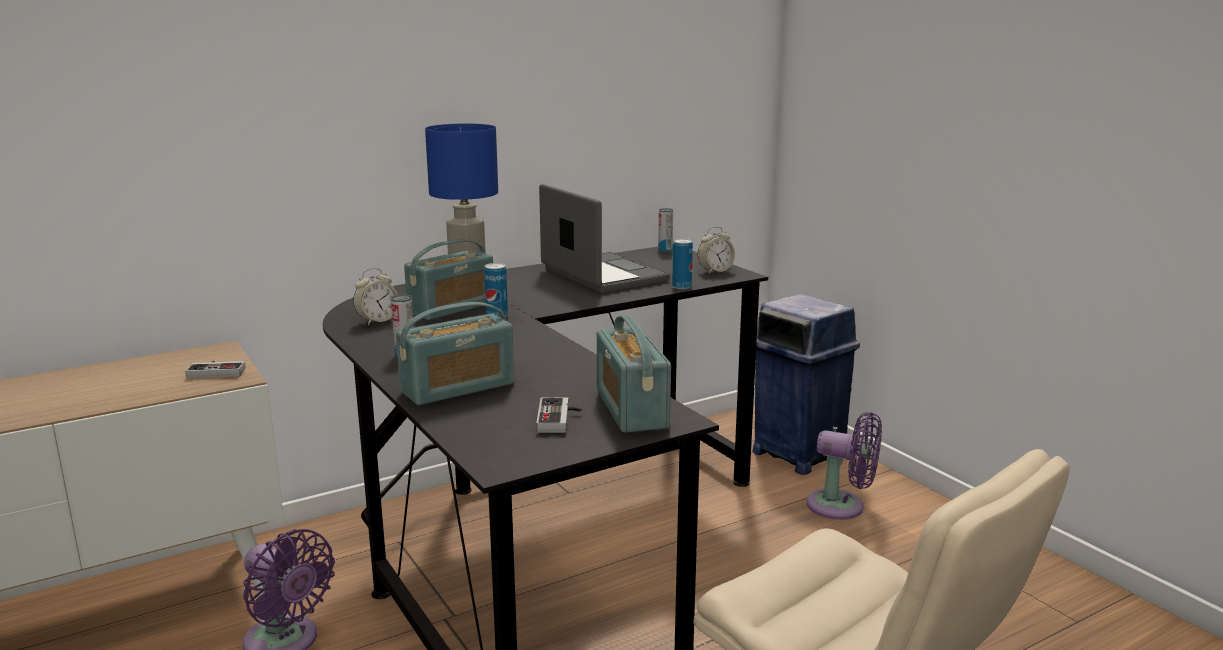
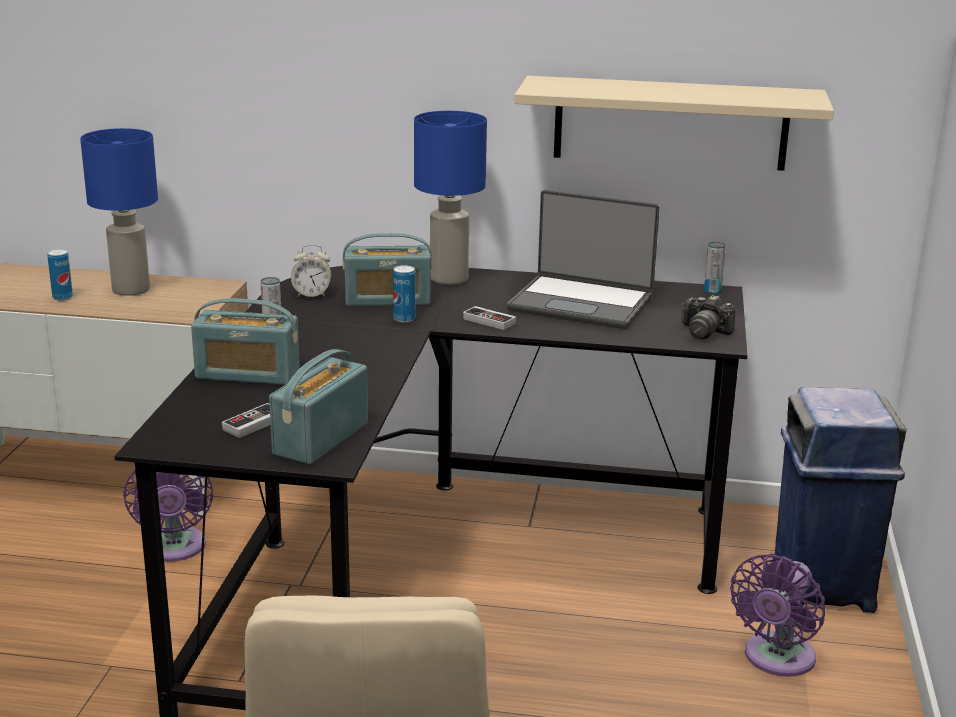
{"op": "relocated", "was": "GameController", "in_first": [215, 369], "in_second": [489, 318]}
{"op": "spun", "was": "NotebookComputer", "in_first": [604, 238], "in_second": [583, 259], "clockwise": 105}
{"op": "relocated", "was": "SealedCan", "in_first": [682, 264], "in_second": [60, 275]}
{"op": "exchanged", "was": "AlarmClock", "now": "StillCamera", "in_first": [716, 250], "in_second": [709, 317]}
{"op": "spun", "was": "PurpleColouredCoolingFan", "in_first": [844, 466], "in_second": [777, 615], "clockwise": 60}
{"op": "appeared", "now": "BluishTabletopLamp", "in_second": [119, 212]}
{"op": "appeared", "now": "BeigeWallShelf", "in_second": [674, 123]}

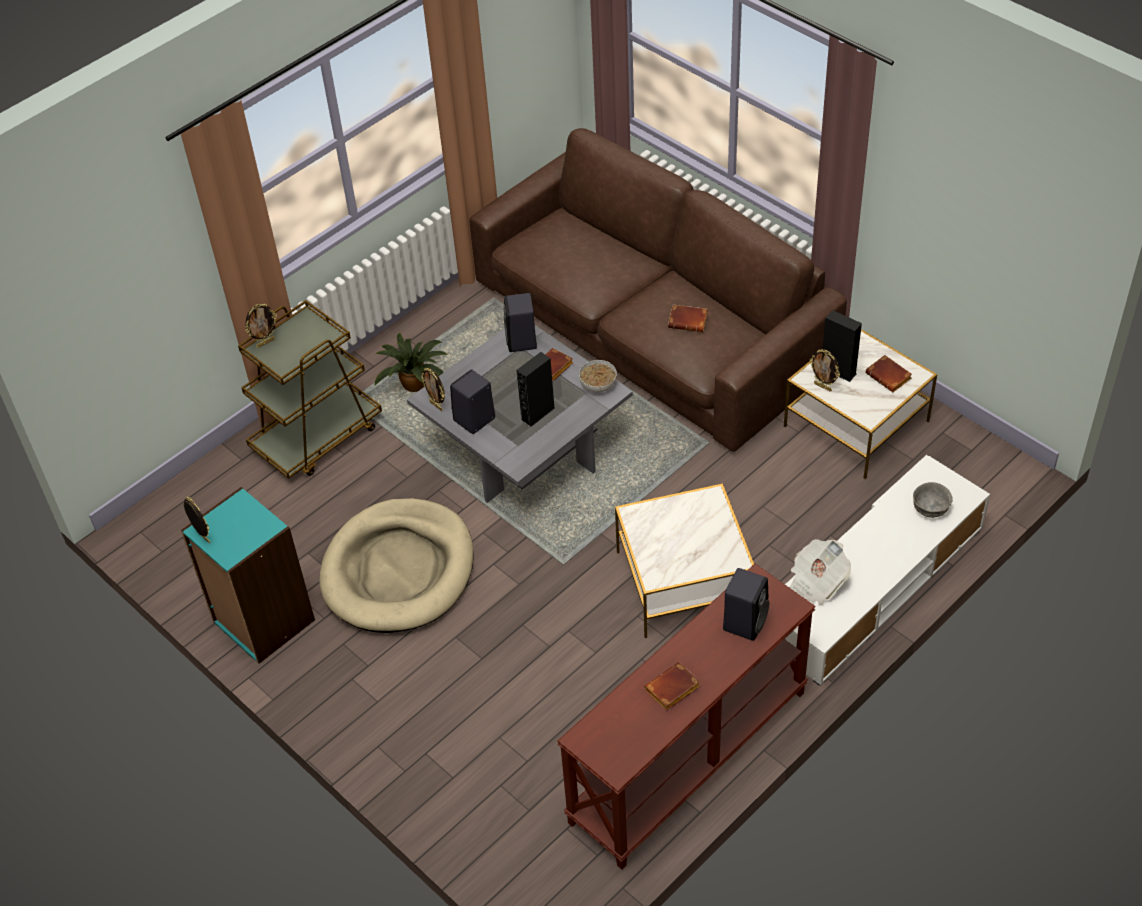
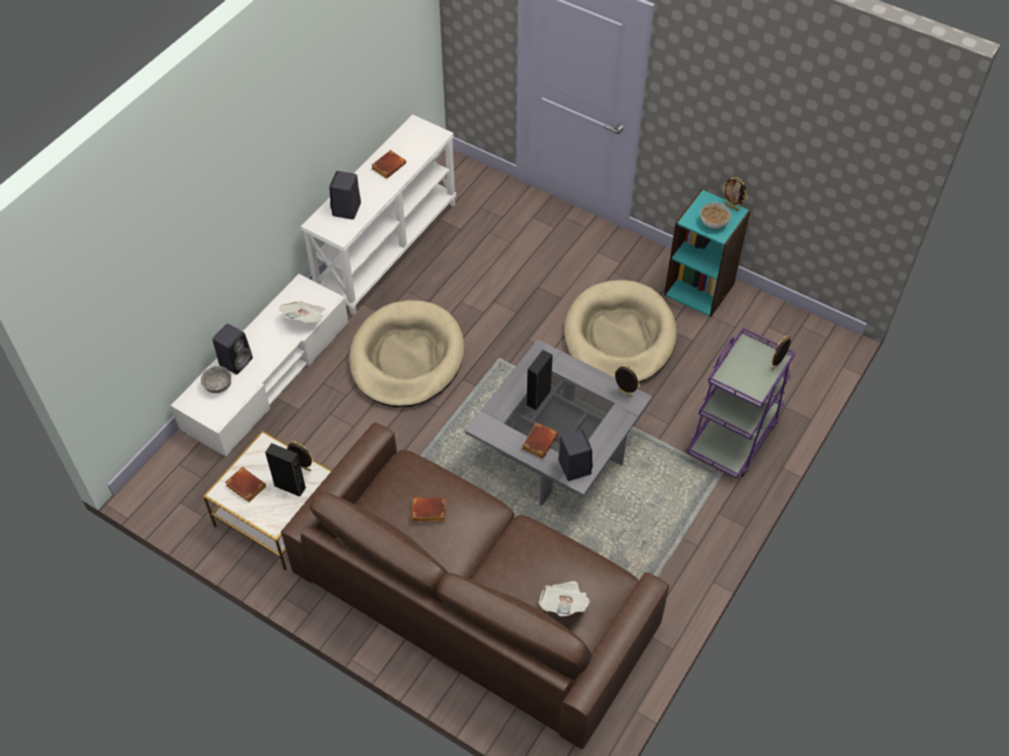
{"op": "colour", "was": "BrownColouredWheeledCart", "now": "PurpleColouredWheeledCart", "in_first": [310, 389], "in_second": [741, 403]}
{"op": "missing", "was": "PottedPlant", "in_first": [411, 362]}
{"op": "relocated", "was": "BlackishLoudspeaker", "in_first": [472, 401], "in_second": [232, 349]}
{"op": "colour", "was": "BrownColouredConsoleTable", "now": "WhiteColouredConsoleTable", "in_first": [686, 717], "in_second": [378, 214]}
{"op": "relocated", "was": "DeepDish", "in_first": [598, 376], "in_second": [715, 215]}
{"op": "exchanged", "was": "EndTable", "now": "BeigeDogCushion", "in_first": [684, 560], "in_second": [406, 354]}
{"op": "appeared", "now": "Newspaper", "in_second": [564, 598]}

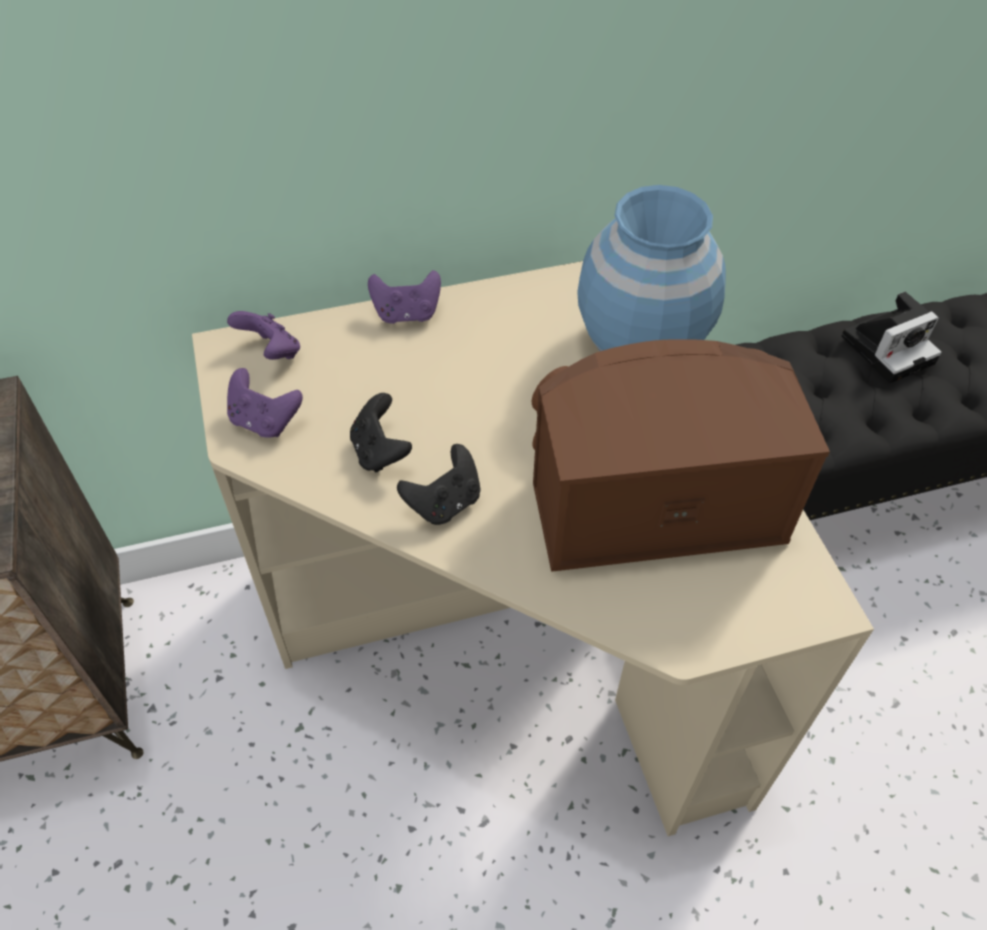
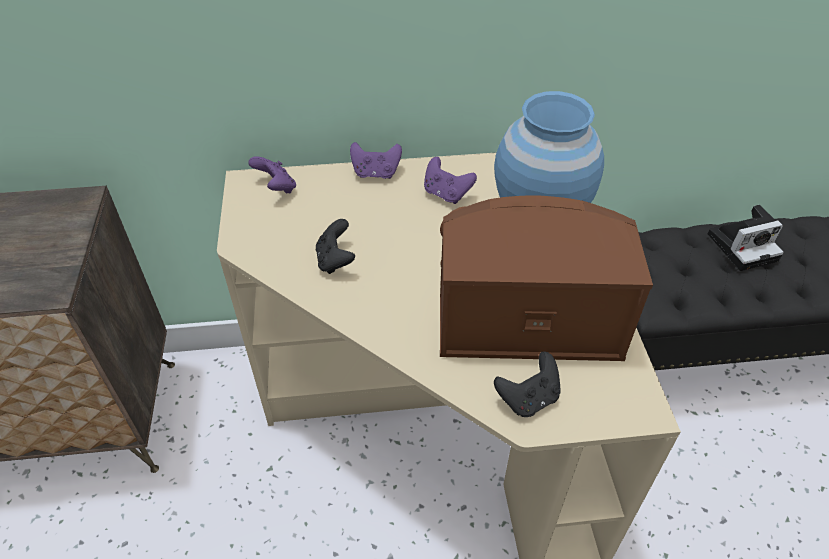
{"op": "relocated", "was": "PurpleColouredGameController", "in_first": [265, 403], "in_second": [450, 180]}
{"op": "relocated", "was": "BlackishGameController", "in_first": [439, 484], "in_second": [527, 384]}

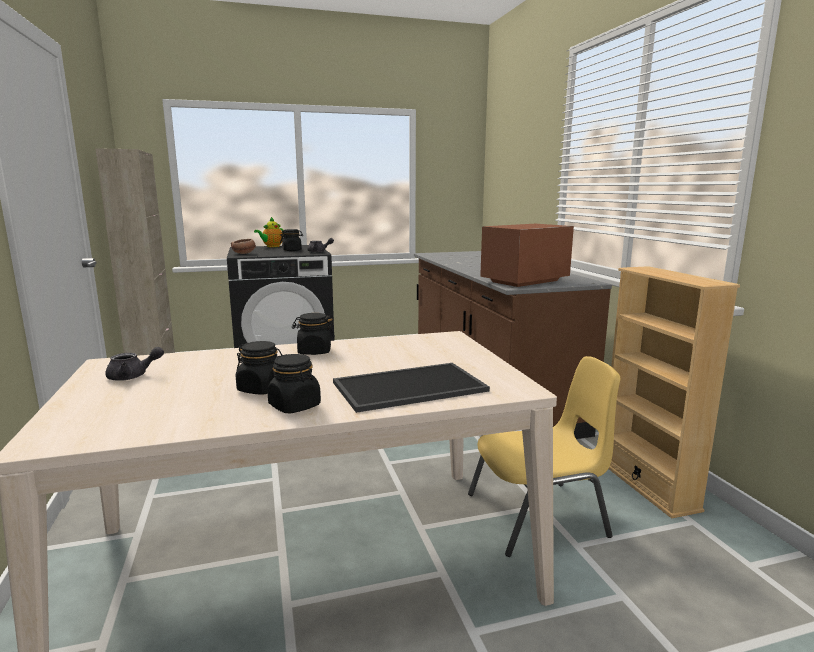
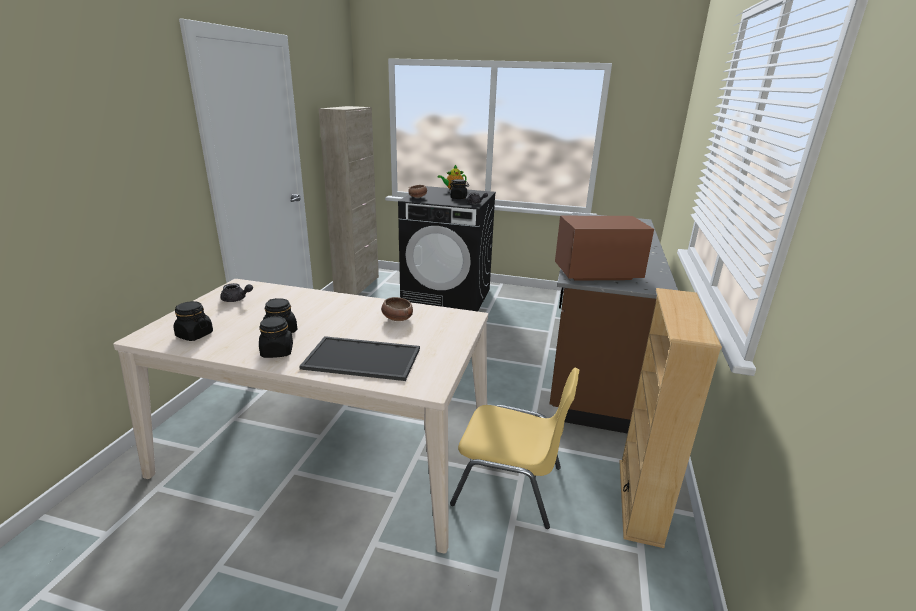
{"op": "relocated", "was": "BlackishStorageJar", "in_first": [313, 334], "in_second": [193, 321]}
{"op": "appeared", "now": "DeepDish", "in_second": [397, 309]}

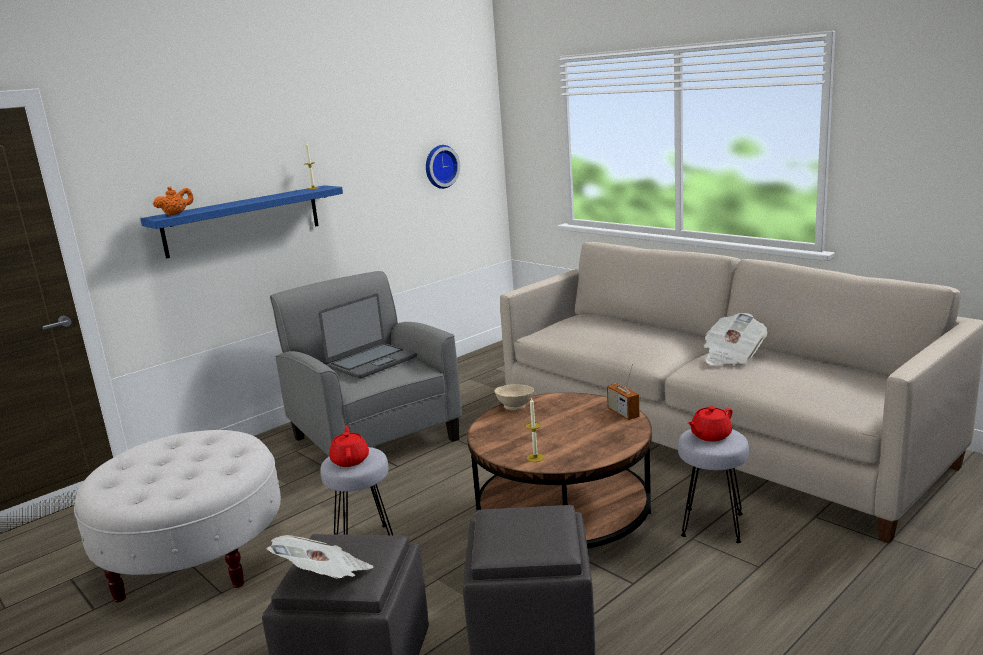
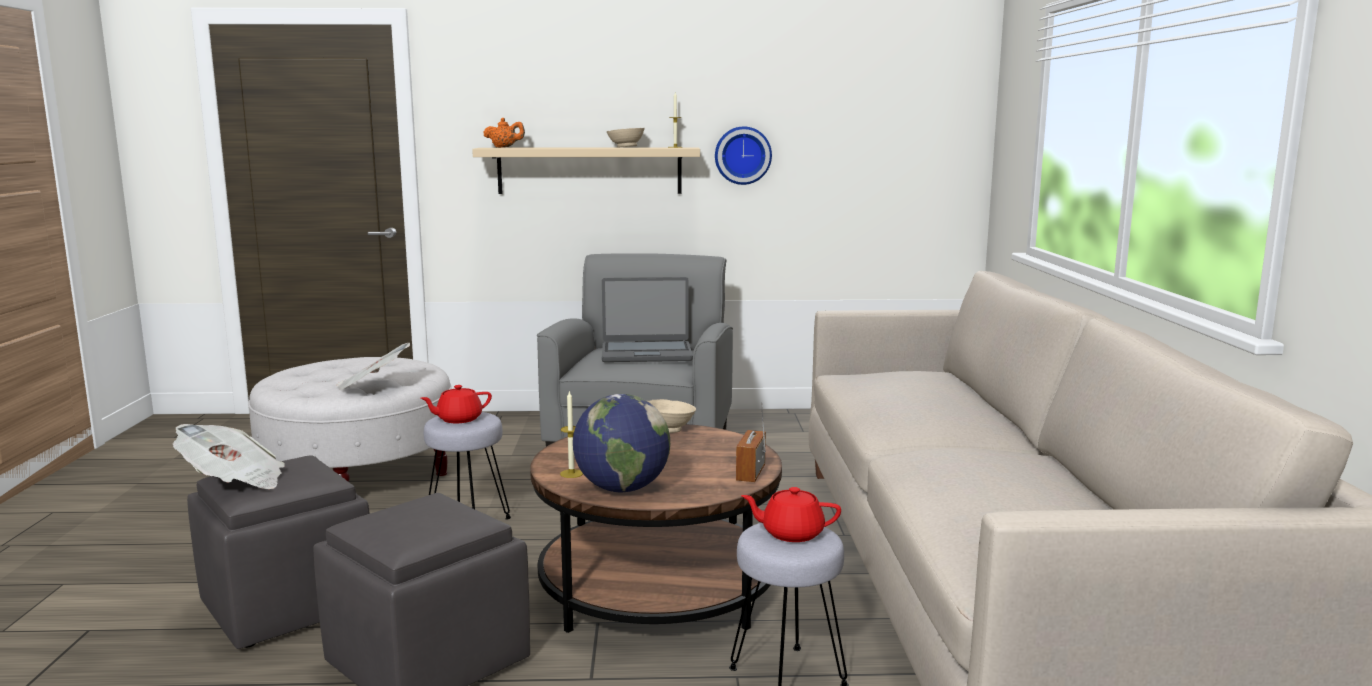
{"op": "colour", "was": "BluishWallShelf", "now": "BeigeWallShelf", "in_first": [241, 222], "in_second": [586, 170]}
{"op": "spun", "was": "ReddishTeaPot", "in_first": [349, 446], "in_second": [456, 404], "clockwise": -150}
{"op": "relocated", "was": "HangingClock", "in_first": [443, 167], "in_second": [743, 155]}
{"op": "relocated", "was": "Newspaper", "in_first": [735, 339], "in_second": [373, 367]}
{"op": "appeared", "now": "WorldGlobe", "in_second": [621, 443]}
{"op": "appeared", "now": "BeigeDeepDish", "in_second": [626, 138]}

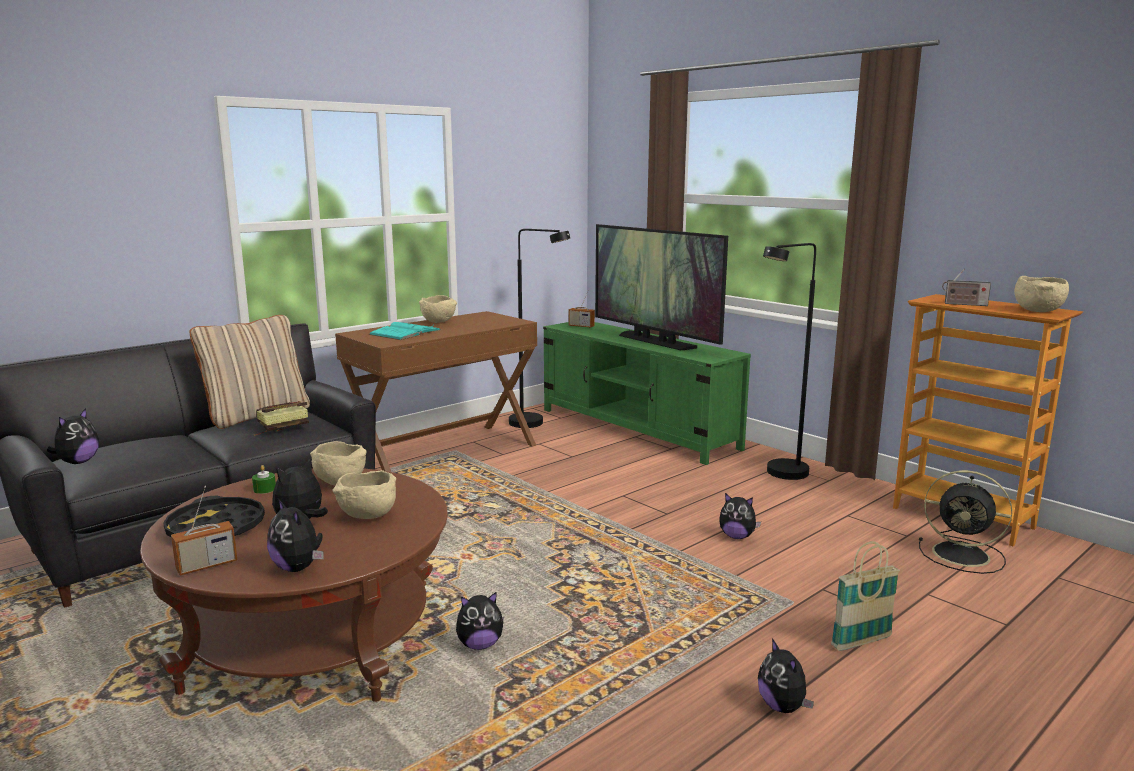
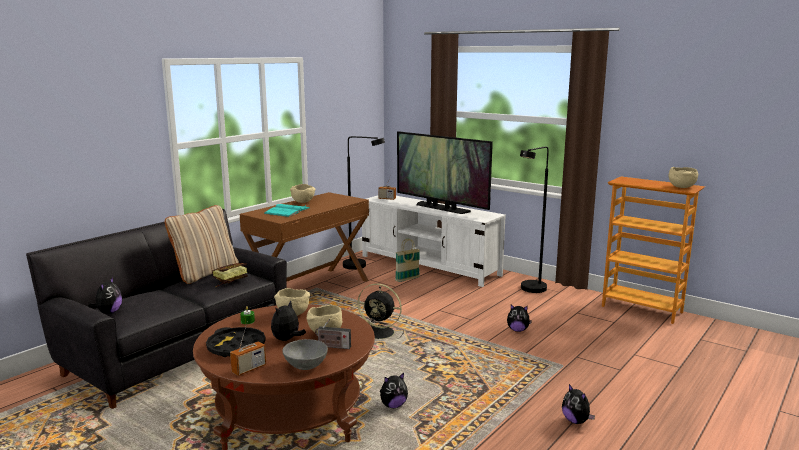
{"op": "exchanged", "was": "SoftToy", "now": "GreyDeepDish", "in_first": [295, 535], "in_second": [305, 354]}
{"op": "colour", "was": "GreenishMediaConsole", "now": "WhiteColouredMediaConsole", "in_first": [647, 393], "in_second": [434, 241]}
{"op": "relocated", "was": "HouseholdBasket", "in_first": [865, 596], "in_second": [407, 260]}
{"op": "relocated", "was": "BlackishCoolingFan", "in_first": [965, 522], "in_second": [381, 311]}
{"op": "relocated", "was": "RadioReceiver", "in_first": [966, 287], "in_second": [333, 334]}

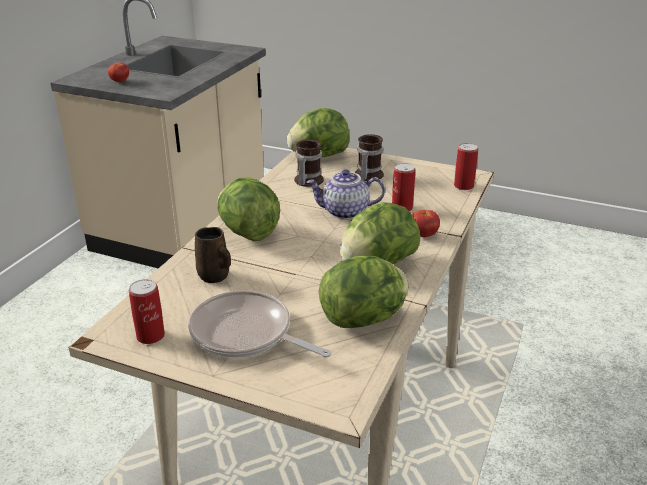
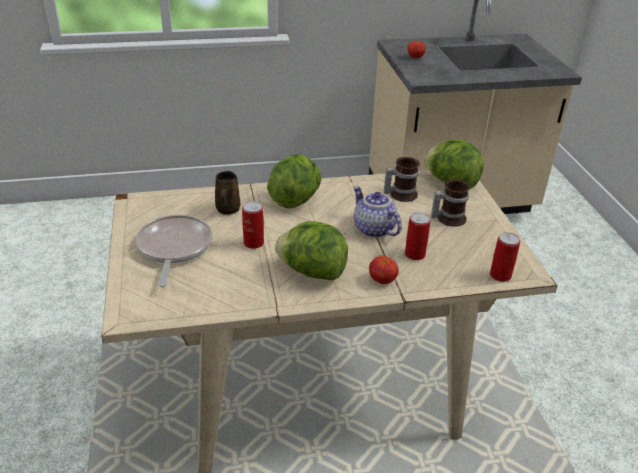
{"op": "relocated", "was": "SealedCan", "in_first": [147, 311], "in_second": [253, 225]}
{"op": "missing", "was": "LettuceHead", "in_first": [363, 292]}

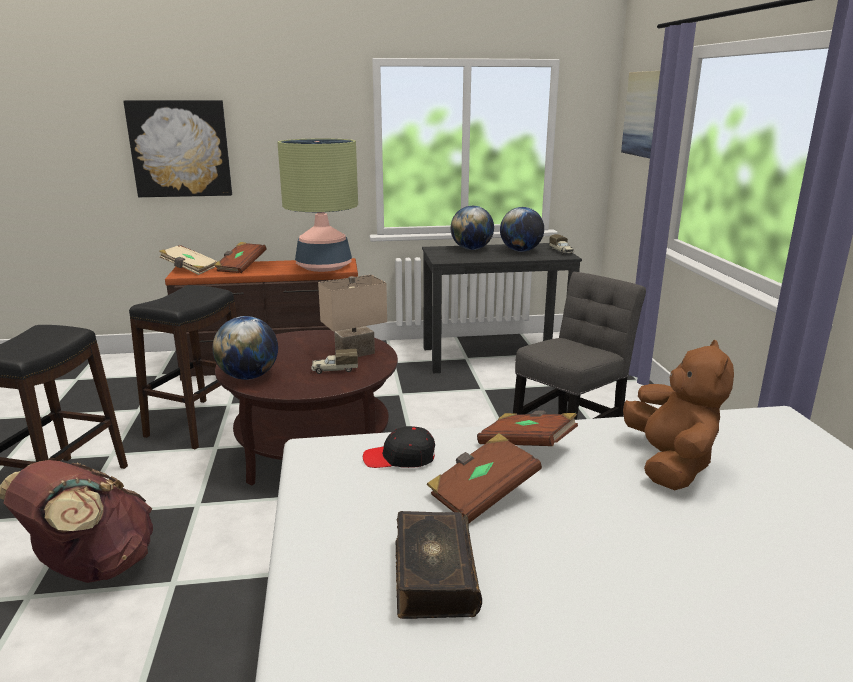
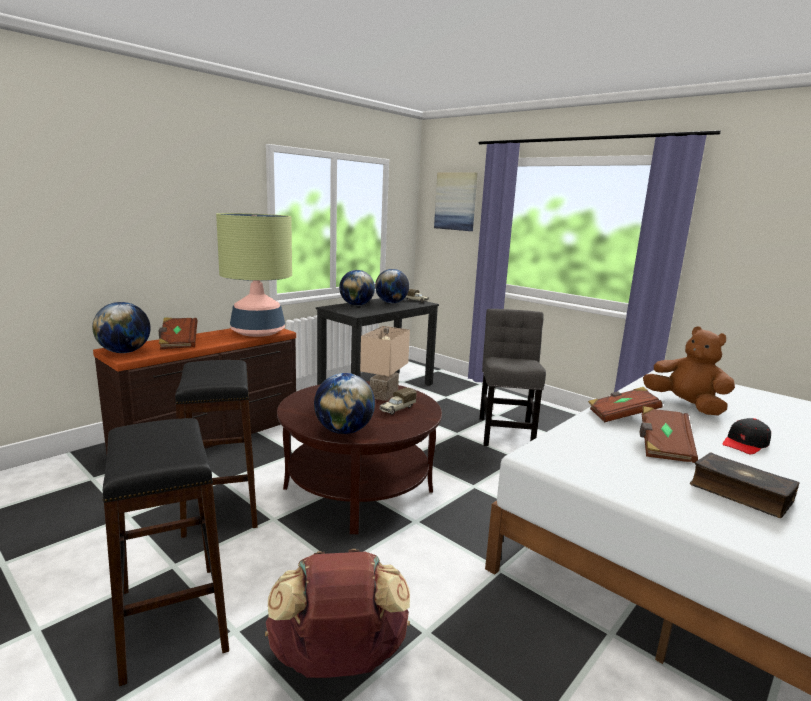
{"op": "missing", "was": "WallArt", "in_first": [177, 148]}
{"op": "exchanged", "was": "BeigeBoundBook", "now": "WorldGlobe", "in_first": [188, 260], "in_second": [121, 327]}
{"op": "relocated", "was": "BlackishPeakedCap", "in_first": [399, 447], "in_second": [746, 436]}

